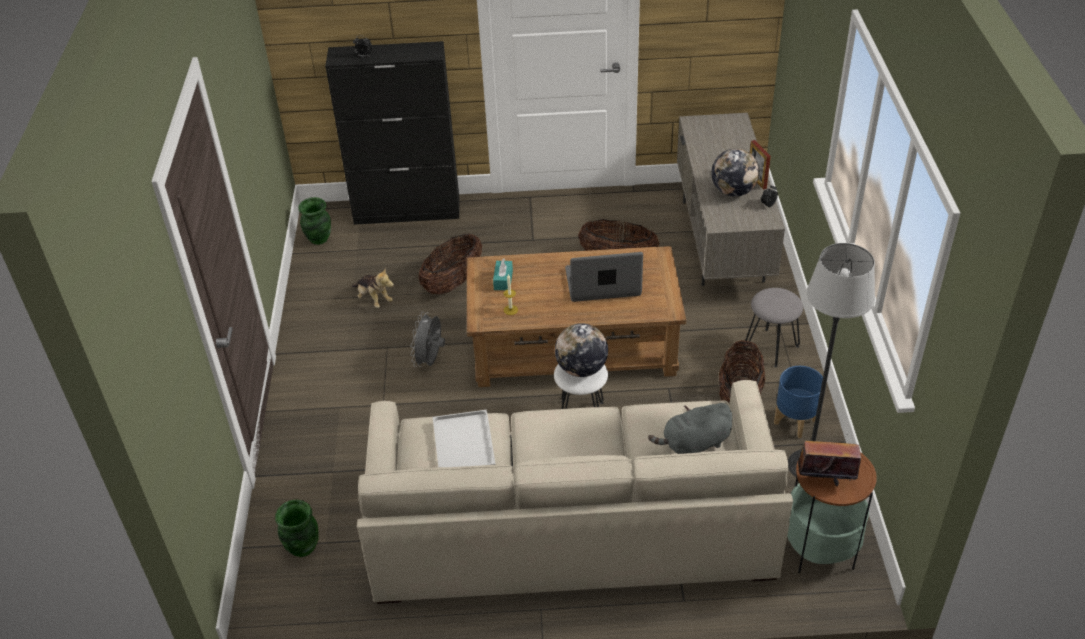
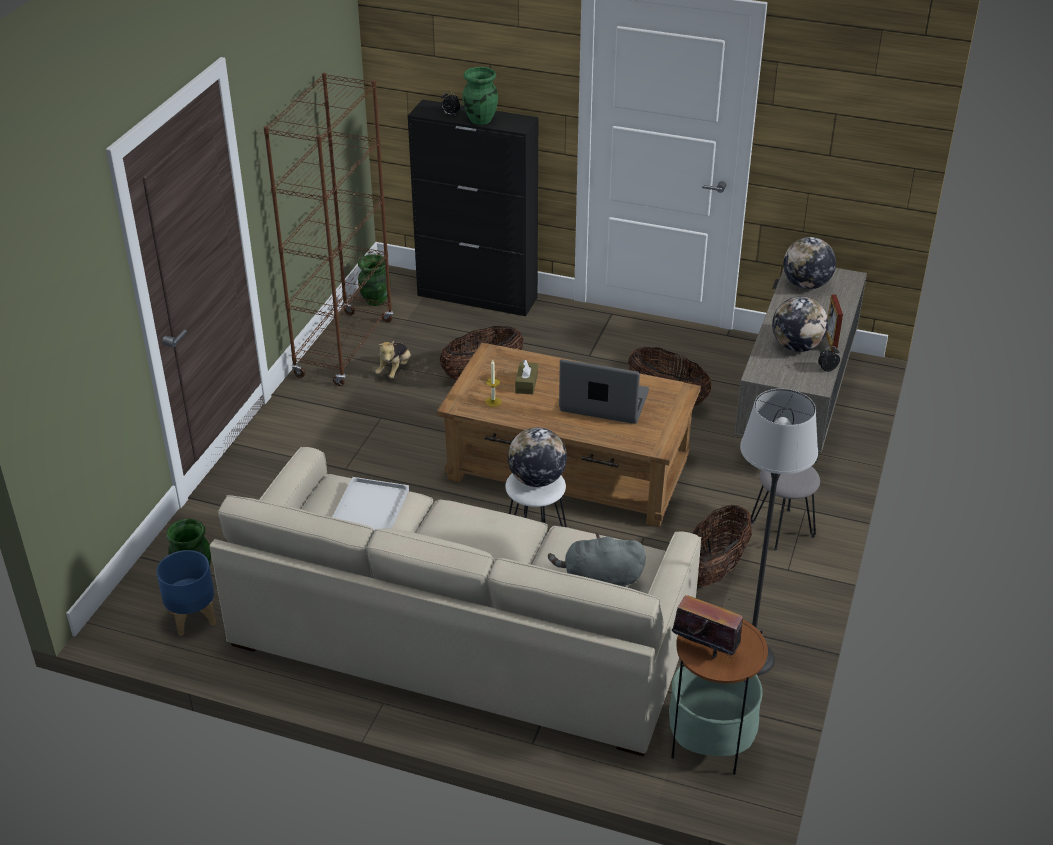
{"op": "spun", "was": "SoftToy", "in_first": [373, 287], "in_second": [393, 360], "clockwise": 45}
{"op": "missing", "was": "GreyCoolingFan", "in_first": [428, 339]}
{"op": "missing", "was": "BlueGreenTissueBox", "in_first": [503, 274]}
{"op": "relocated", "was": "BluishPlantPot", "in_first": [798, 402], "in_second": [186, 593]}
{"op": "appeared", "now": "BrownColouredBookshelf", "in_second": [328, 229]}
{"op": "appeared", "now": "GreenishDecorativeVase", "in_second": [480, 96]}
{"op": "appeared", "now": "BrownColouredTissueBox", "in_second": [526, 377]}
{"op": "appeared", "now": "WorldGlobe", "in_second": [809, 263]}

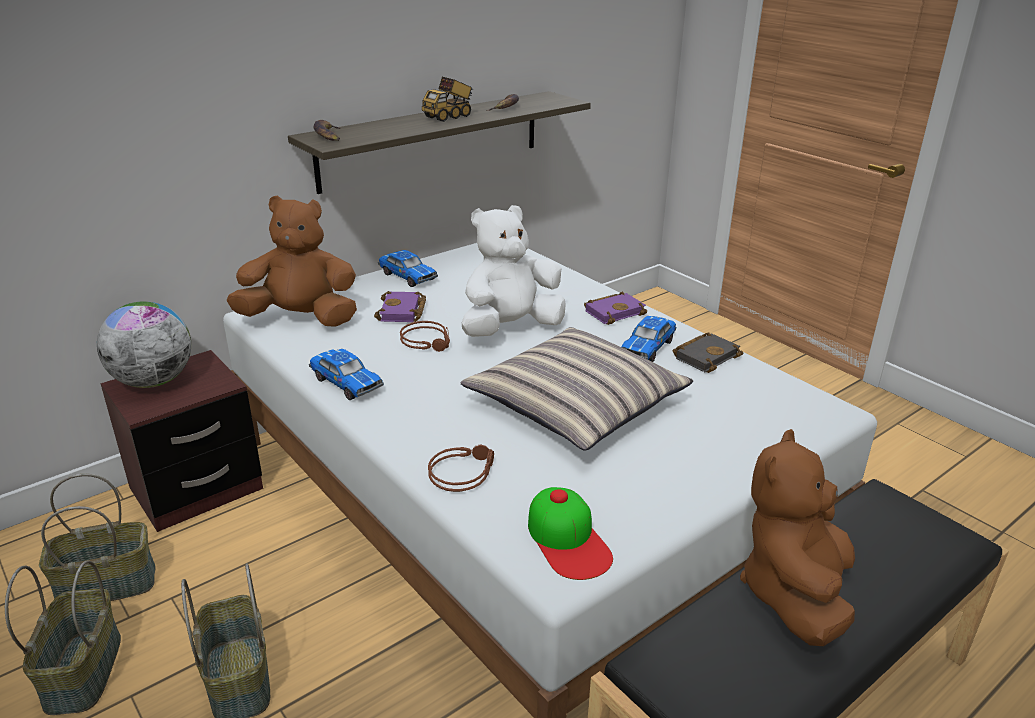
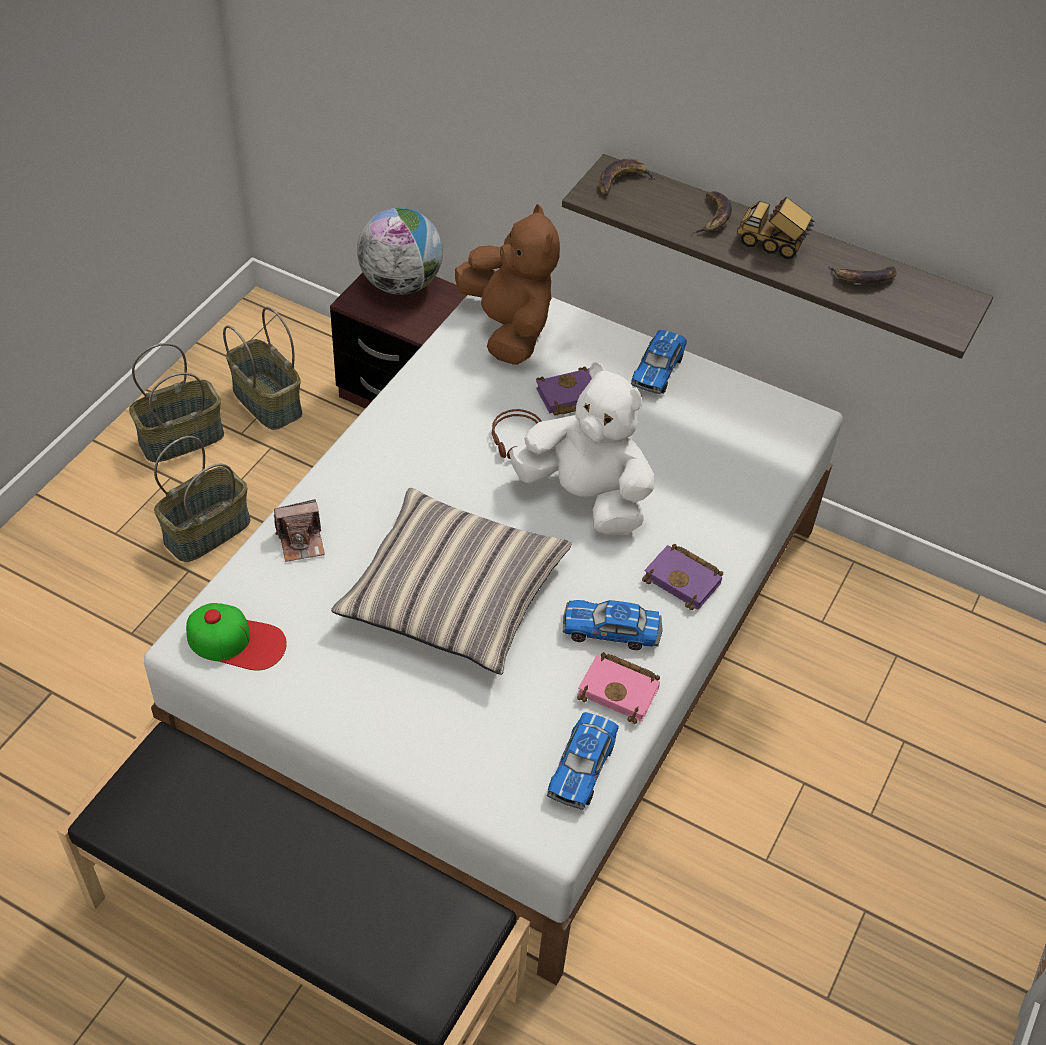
{"op": "relocated", "was": "ToyCar", "in_first": [346, 374], "in_second": [583, 761]}
{"op": "exchanged", "was": "BrownColouredHeadphones", "now": "StillCamera", "in_first": [461, 468], "in_second": [299, 530]}
{"op": "spun", "was": "PeakedCap", "in_first": [570, 533], "in_second": [236, 637], "clockwise": -120}
{"op": "colour", "was": "BlackishBoundBook", "now": "PinkColouredBoundBook", "in_first": [708, 352], "in_second": [618, 688]}
{"op": "missing", "was": "BrownColouredSoftToy", "in_first": [797, 537]}
{"op": "appeared", "now": "BananaFruit", "in_second": [712, 212]}

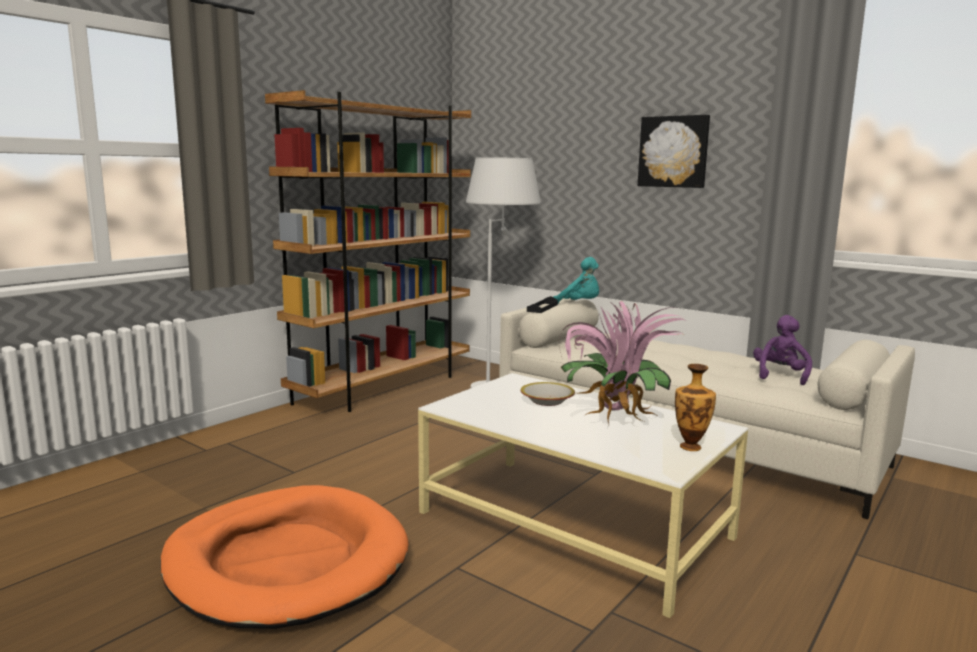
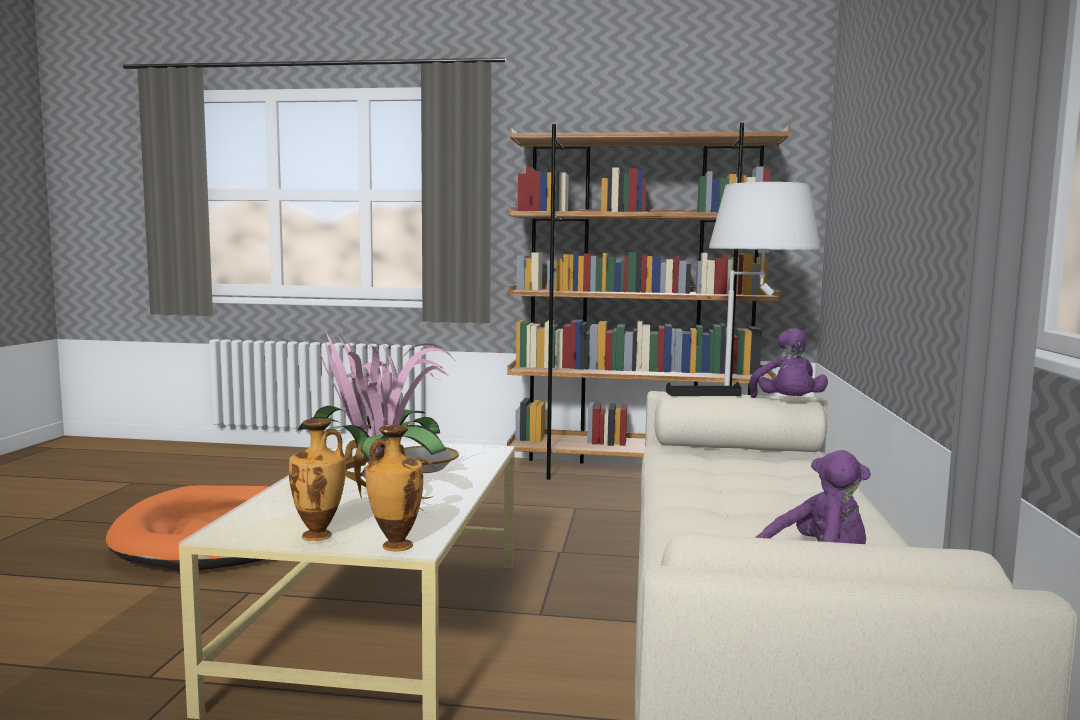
{"op": "colour", "was": "BlueGreenSoftToy", "now": "PurpleColouredSoftToy", "in_first": [576, 280], "in_second": [788, 363]}
{"op": "missing", "was": "WallArt", "in_first": [674, 151]}
{"op": "appeared", "now": "DecorativeVase", "in_second": [394, 488]}

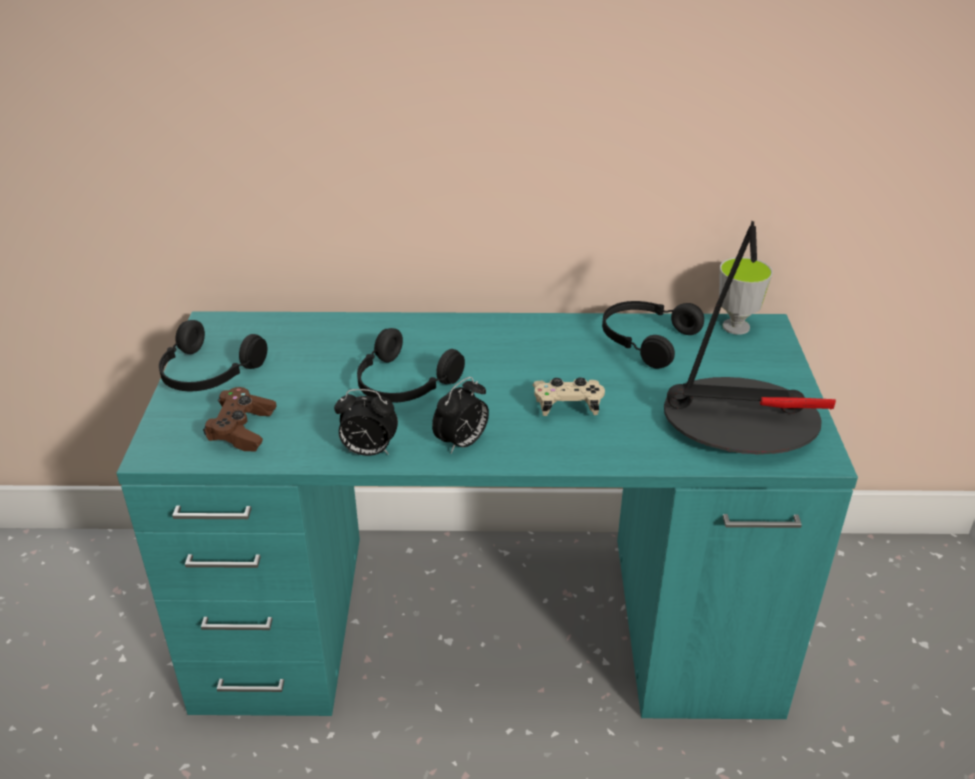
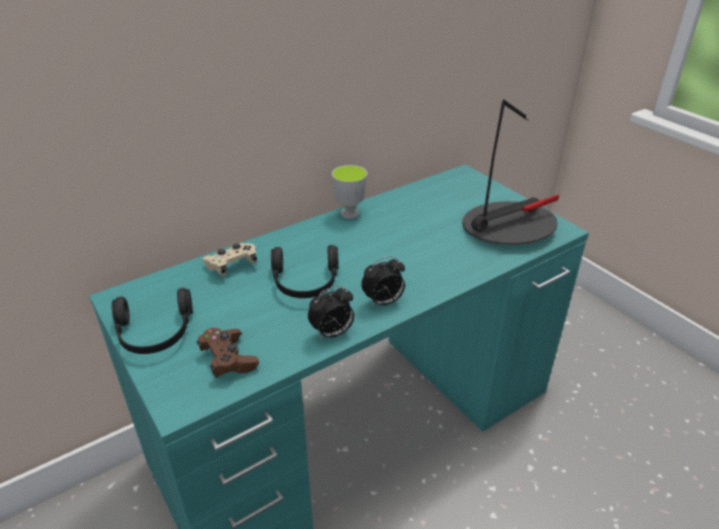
{"op": "spun", "was": "AlarmClock", "in_first": [460, 415], "in_second": [383, 281], "clockwise": 60}
{"op": "relocated", "was": "BeigeGameController", "in_first": [569, 397], "in_second": [229, 260]}
{"op": "missing", "was": "BlackishHeadphones", "in_first": [653, 335]}
{"op": "relocated", "was": "SmallCup", "in_first": [746, 296], "in_second": [349, 192]}

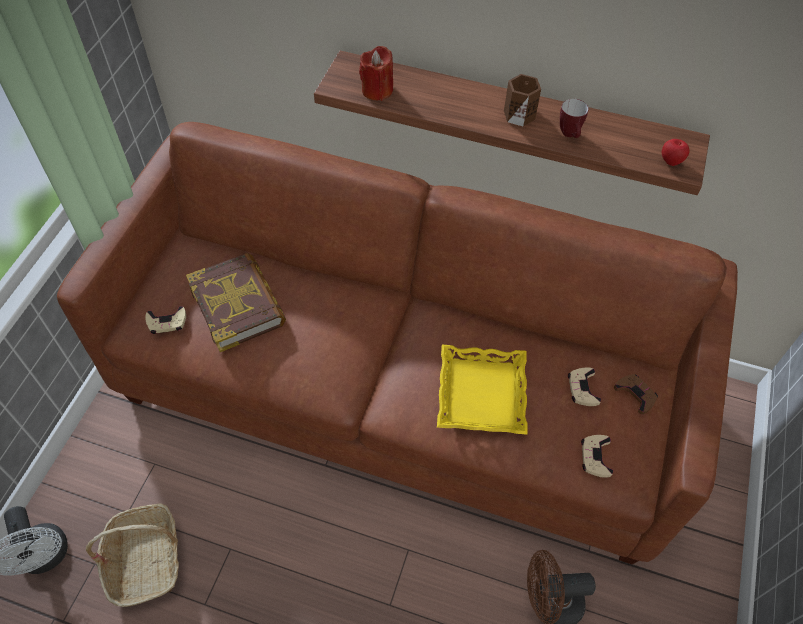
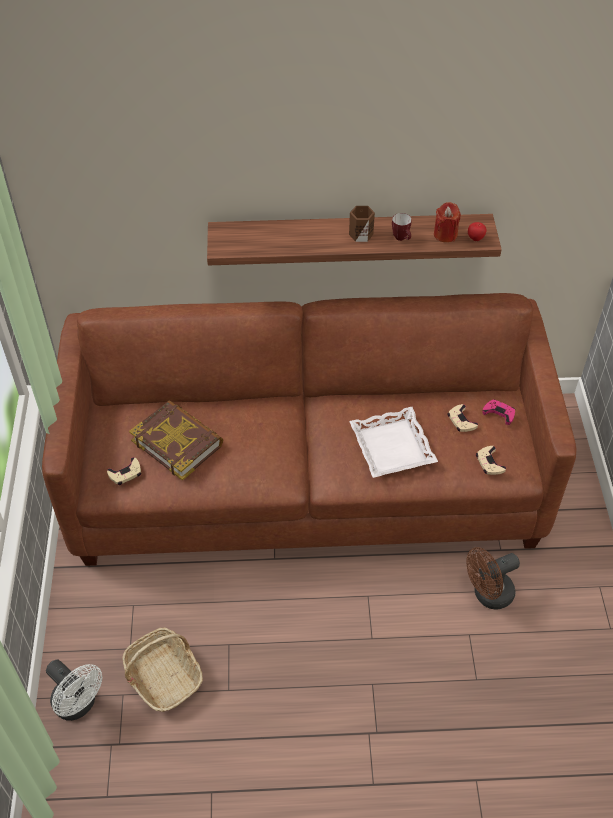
{"op": "relocated", "was": "ReddishWaxCandle", "in_first": [376, 73], "in_second": [447, 222]}
{"op": "colour", "was": "YellowishCarryingTray", "now": "WhiteColouredCarryingTray", "in_first": [482, 390], "in_second": [393, 442]}
{"op": "colour", "was": "BrownColouredGameController", "now": "PinkColouredGameController", "in_first": [636, 394], "in_second": [498, 412]}

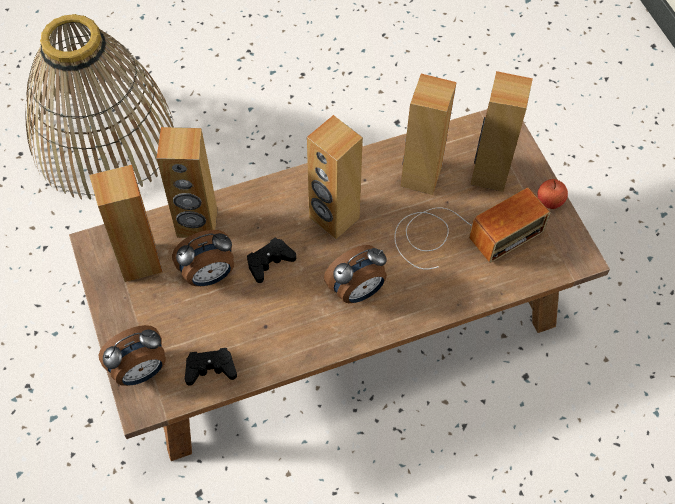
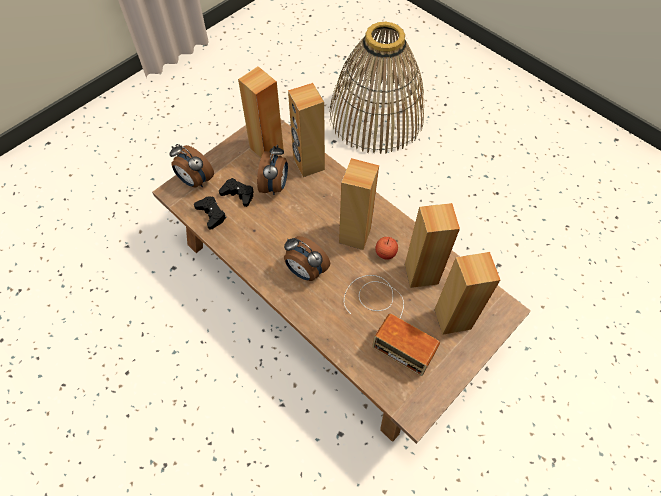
{"op": "spun", "was": "AlarmClock", "in_first": [203, 258], "in_second": [272, 170], "clockwise": -120}
{"op": "relocated", "was": "BlackishGameController", "in_first": [271, 260], "in_second": [236, 192]}
{"op": "relocated", "was": "Apple", "in_first": [552, 194], "in_second": [386, 248]}

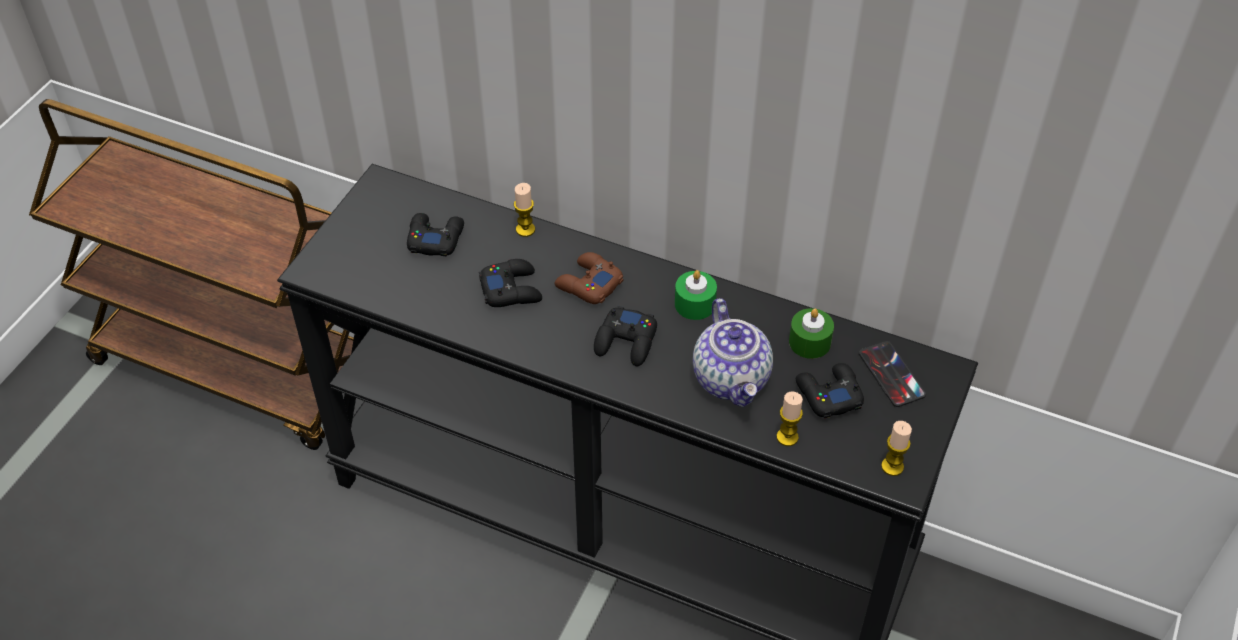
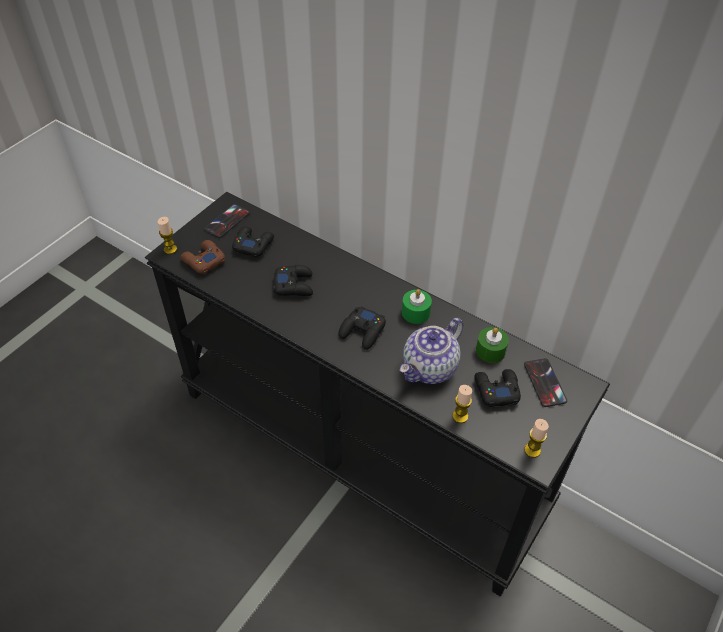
{"op": "missing", "was": "BrownColouredWheeledCart", "in_first": [191, 274]}
{"op": "relocated", "was": "WaxCandle", "in_first": [524, 210], "in_second": [167, 235]}
{"op": "relocated", "was": "BrownColouredGameController", "in_first": [588, 278], "in_second": [202, 257]}
{"op": "spun", "was": "TeaPot", "in_first": [733, 352], "in_second": [432, 351], "clockwise": 45}
{"op": "appeared", "now": "Handset", "in_second": [227, 221]}

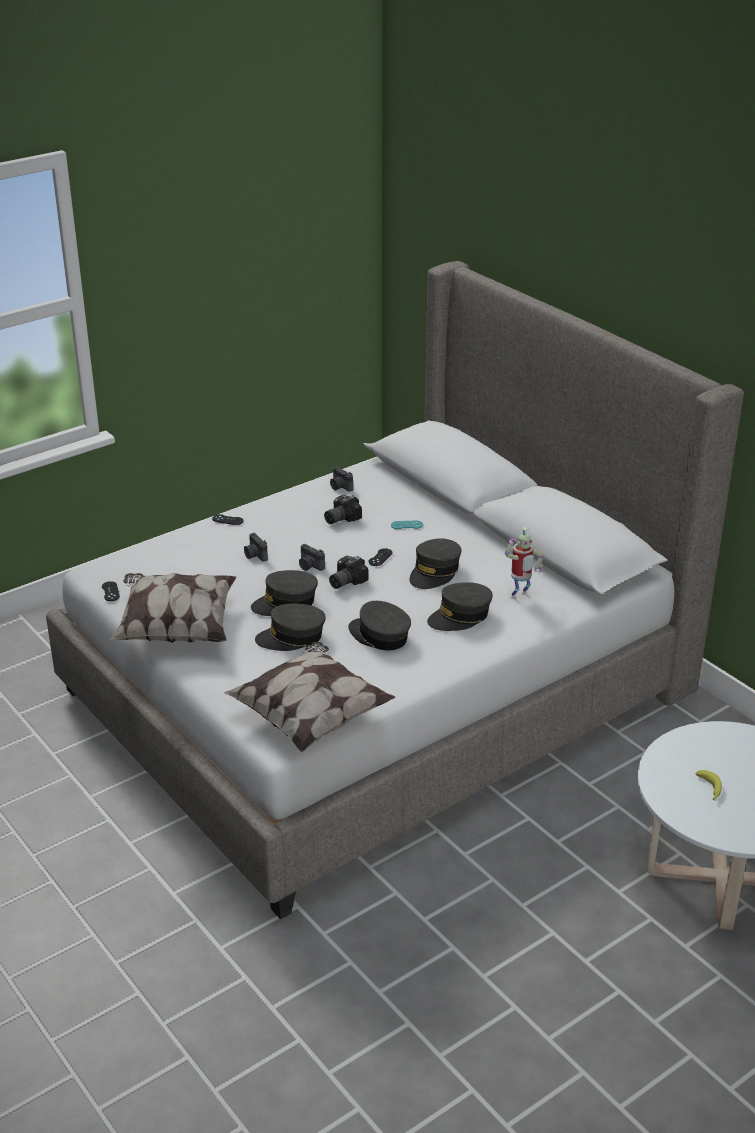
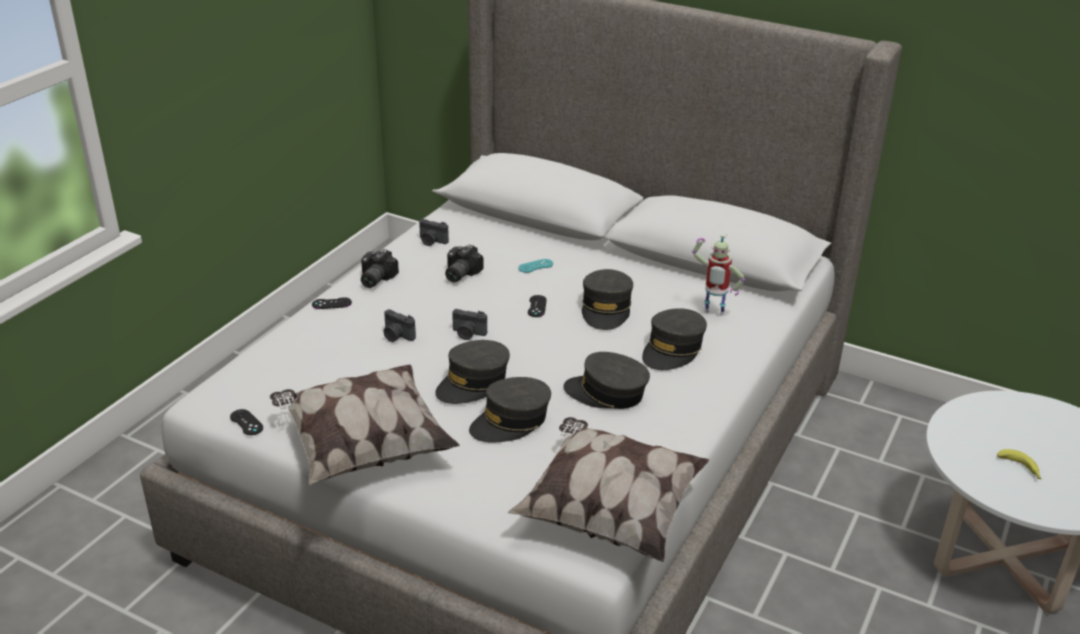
{"op": "relocated", "was": "StillCamera", "in_first": [349, 572], "in_second": [380, 268]}
{"op": "spun", "was": "ModelRobot", "in_first": [524, 563], "in_second": [718, 274], "clockwise": 75}

